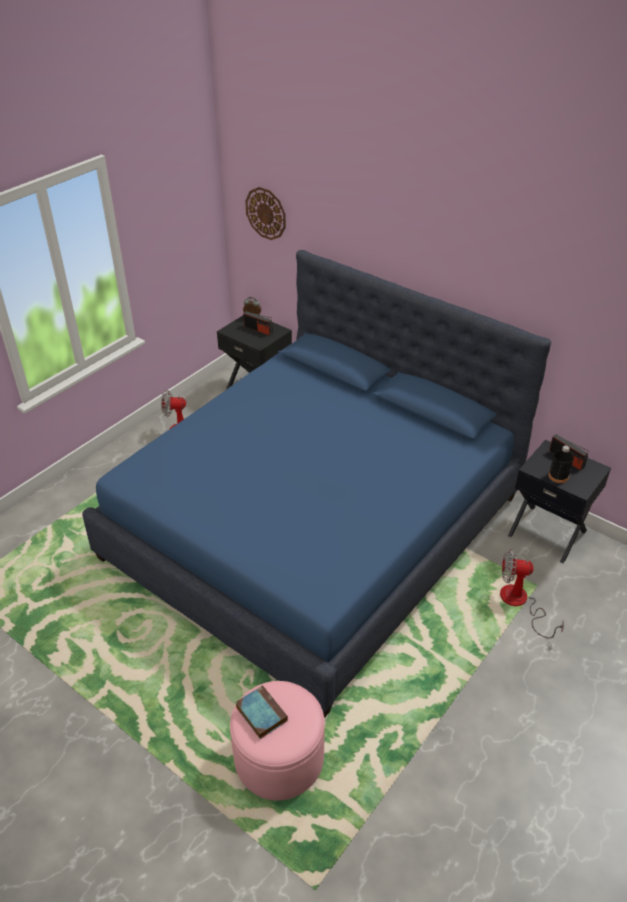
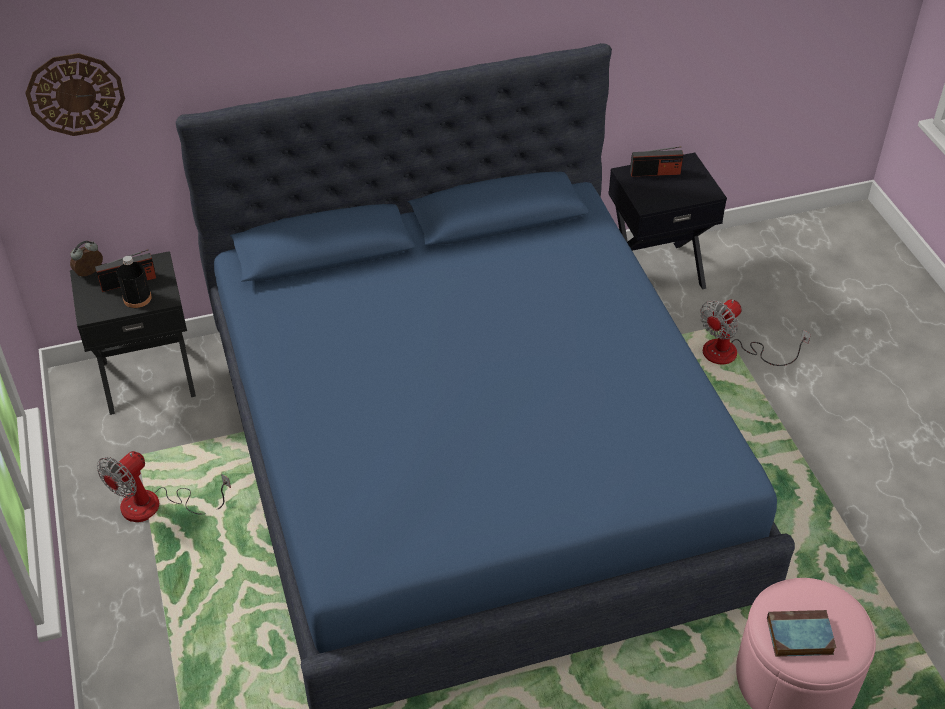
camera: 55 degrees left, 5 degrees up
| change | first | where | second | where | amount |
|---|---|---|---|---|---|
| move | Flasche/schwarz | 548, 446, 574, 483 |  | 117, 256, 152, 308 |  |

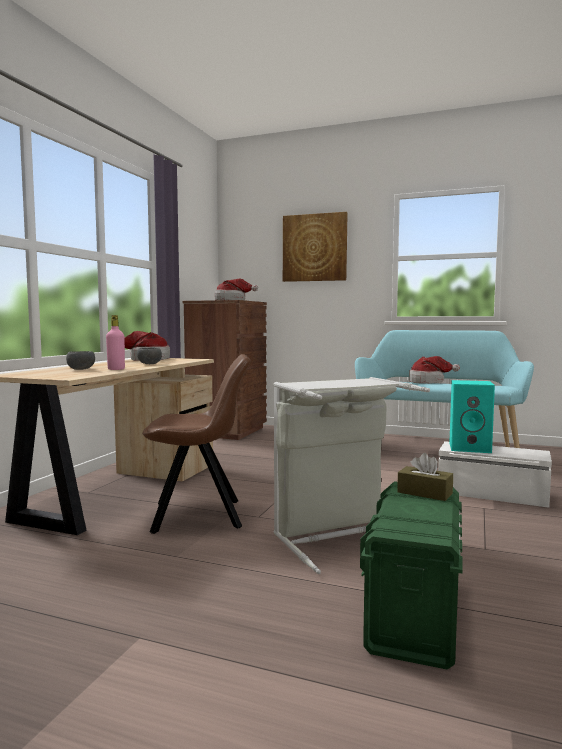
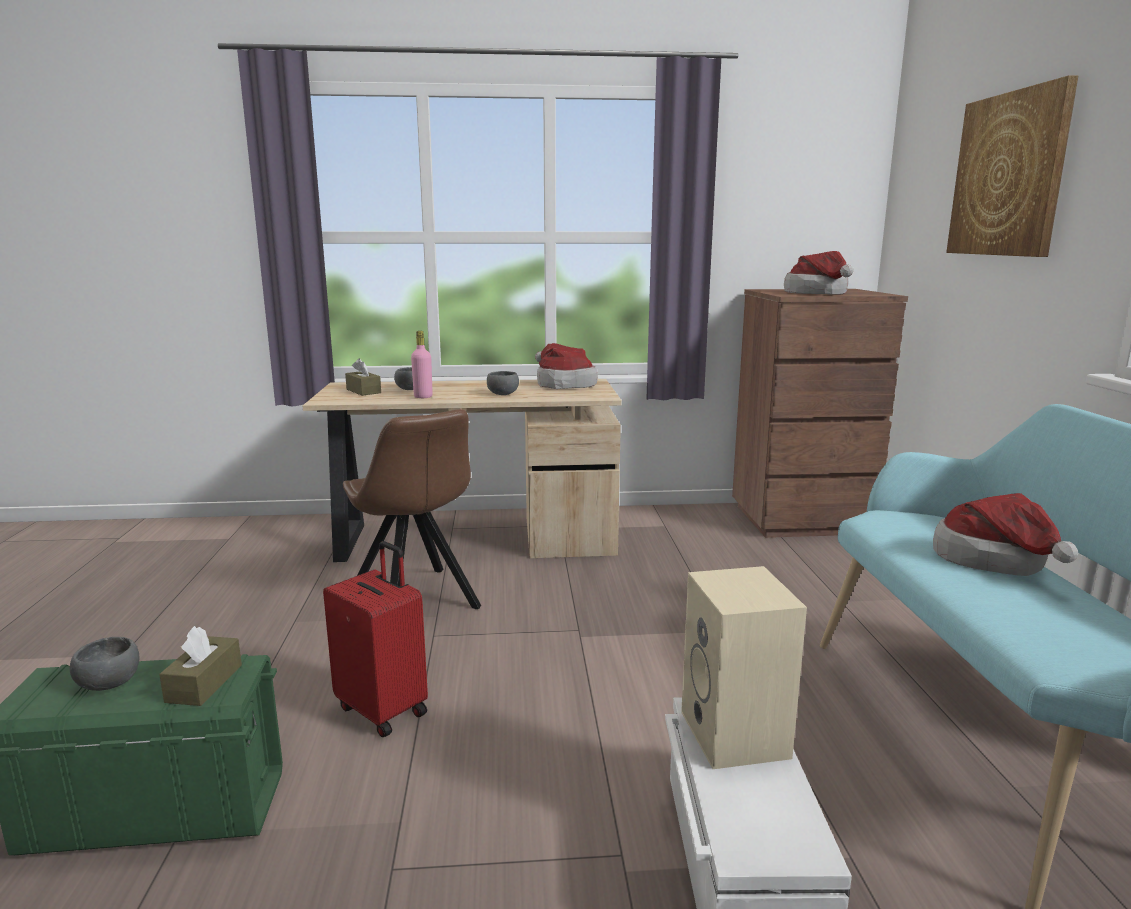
camera: 65 degrees right, 10 degrees up
| change | first | where | second | where | amount |
|---|---|---|---|---|---|
| replace | Wäschekorb/grau | 273, 377, 430, 574 | Koffer/rot | 323, 541, 428, 737 |  |
| recolor | Lautsprecher/türkis | 449, 380, 495, 453 | Lautsprecher/beige | 681, 566, 807, 769 |  |
| insert |  |  | Taschentuchbox/braun | 345, 358, 381, 396 |  |
| insert |  |  | Schüssel/grau | 70, 637, 140, 691 |  |

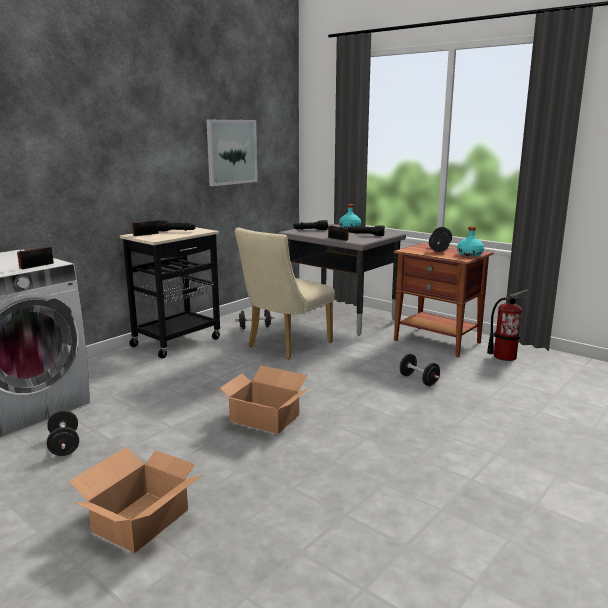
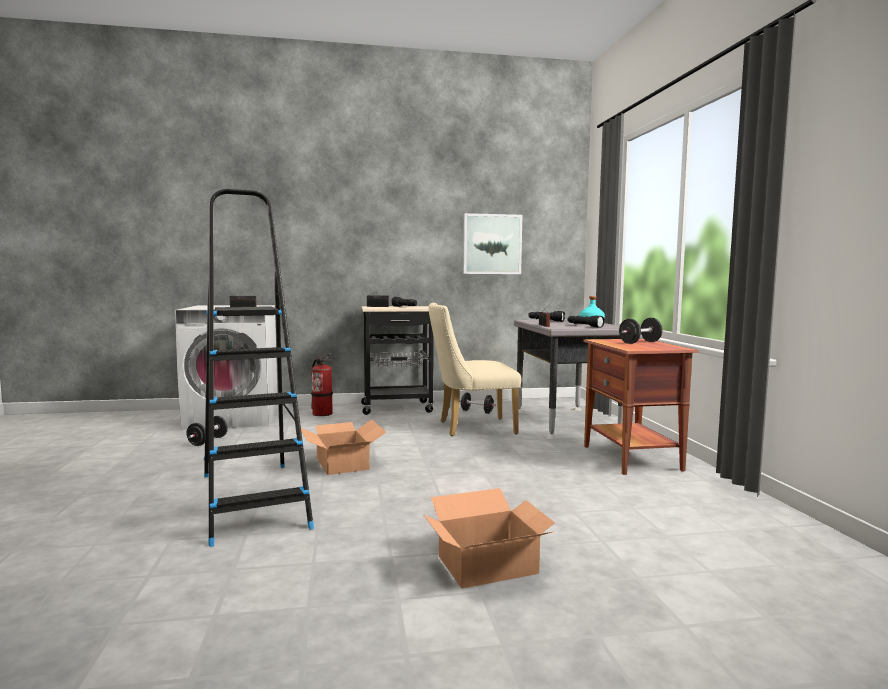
camera: 40 degrees right, 10 degrees down
| change | first | where | second | where | amount |
|---|---|---|---|---|---|
| delete | Flasche/türkis | 457, 226, 484, 257 |  |  |  |
| move | Feuerlöscher | 487, 289, 529, 361 |  | 311, 353, 333, 416 |  |
| delete | Hantel/schwarz | 399, 354, 440, 386 |  |  |  |
| move | Karton | 69, 447, 204, 553 |  | 424, 488, 555, 589 |  |
| insert |  |  | Trittleiter/schwarz | 204, 189, 314, 547 |  |

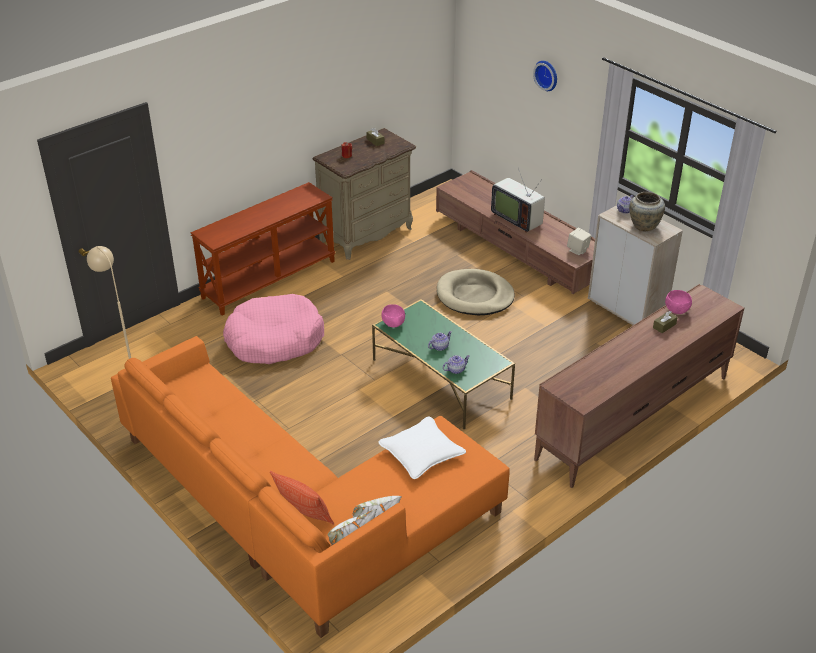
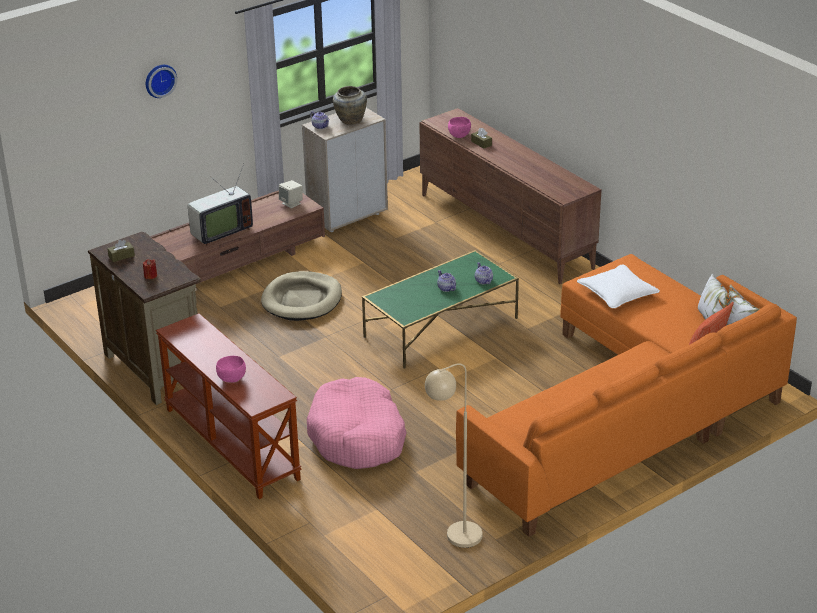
camera: 85 degrees left, 5 degrees down
| change | first | where | second | where | amount |
|---|---|---|---|---|---|
| move | Schüssel/rosa | 381, 304, 405, 328 |  | 216, 356, 246, 382 |  |

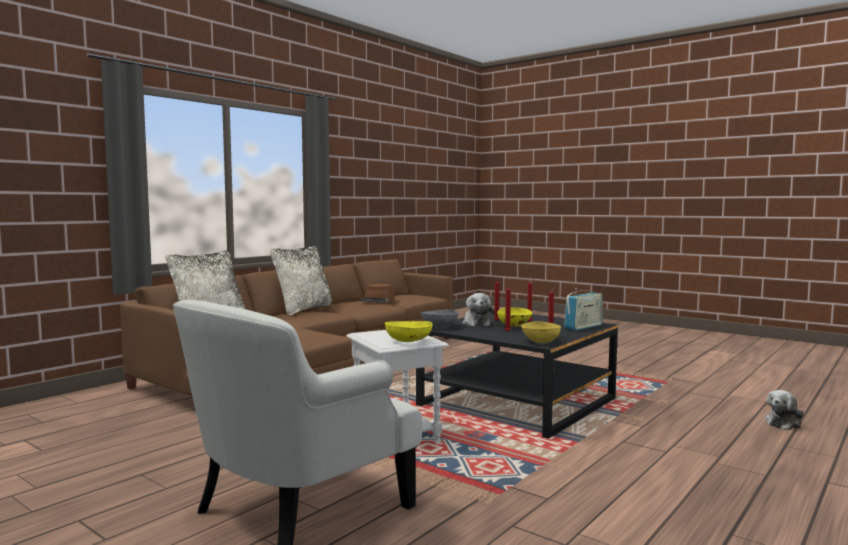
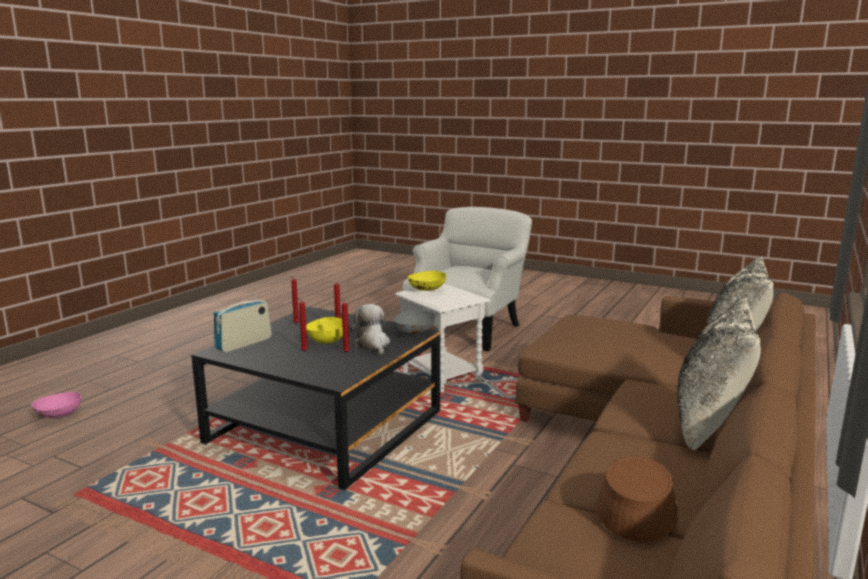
camera: 170 degrees right, 10 degrees up
| change | first | where | second | where | amount |
|---|---|---|---|---|---|
| delete | Schüssel/gelb | 521, 321, 561, 343 |  |  |  |
| replace | Plüschtier | 765, 390, 804, 430 | Schüssel/rosa | 31, 392, 81, 418 |  |

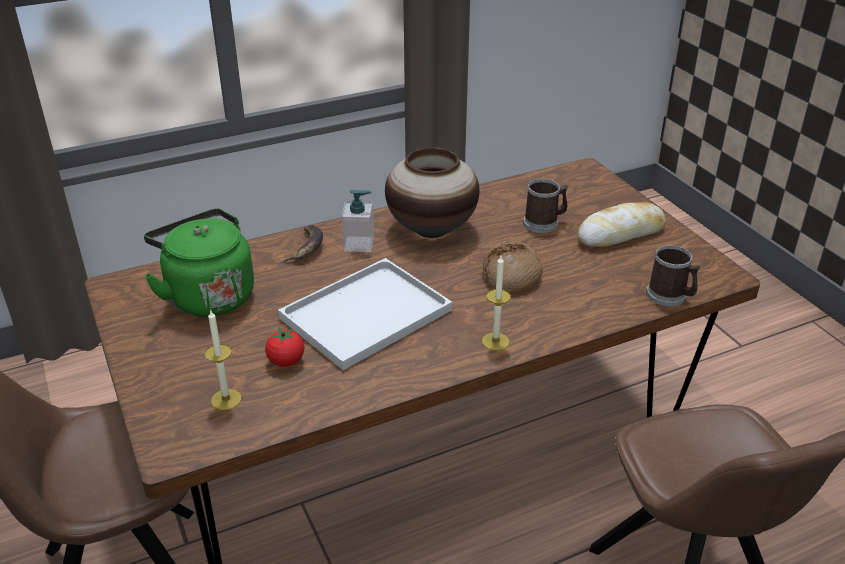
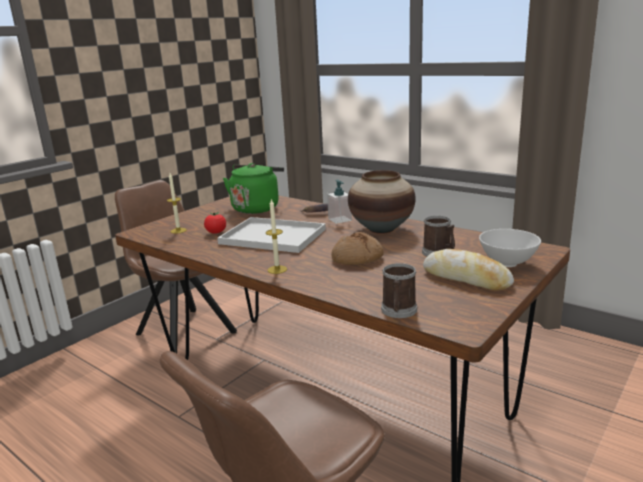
camera: 65 degrees right, 15 degrees down
| change | first | where | second | where | amount |
|---|---|---|---|---|---|
| insert |  |  | Schüssel/weiß | 479, 229, 541, 267 |  |

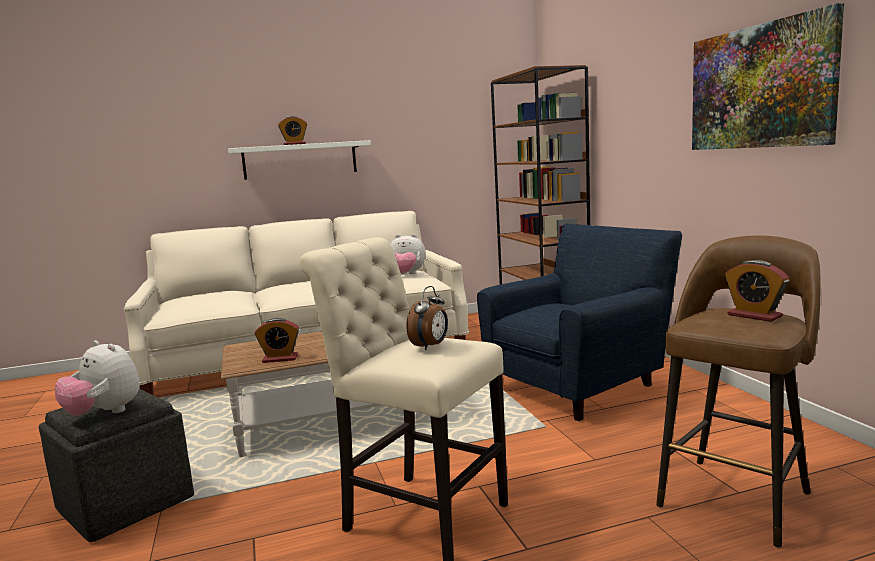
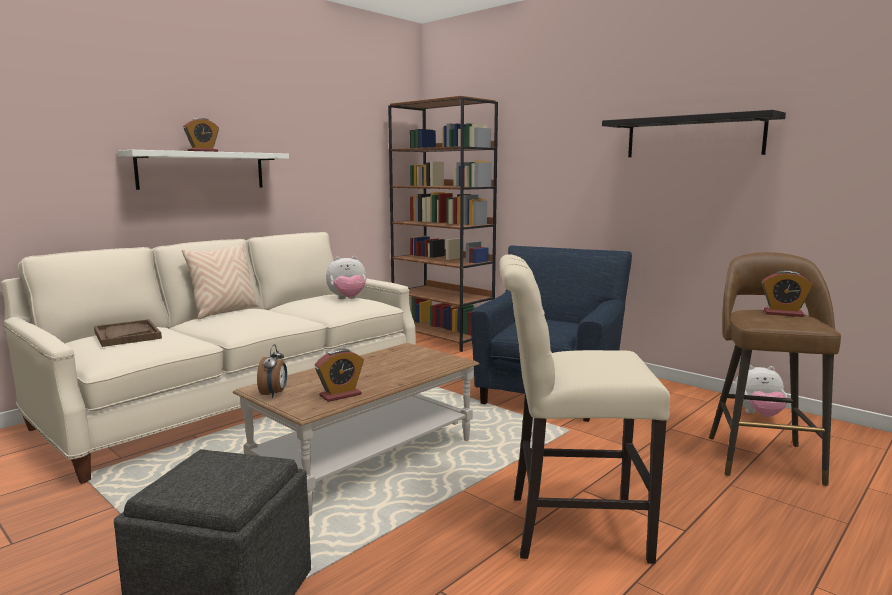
camera: 30 degrees left, 0 degrees up
| change | first | where | second | where | amount |
|---|---|---|---|---|---|
| replace | Bild | 692, 3, 844, 150 | Wandregal/schwarz | 602, 110, 786, 157 |  |
| move | Wecker | 407, 286, 448, 350 |  | 257, 344, 287, 398 |  |
| move | Plüschtier | 55, 340, 140, 416 |  | 734, 365, 787, 417 |  |
| insert |  |  | Kissen/beige | 182, 245, 260, 319 |  |
| insert |  |  | Tablett/braun | 94, 319, 162, 347 |  |

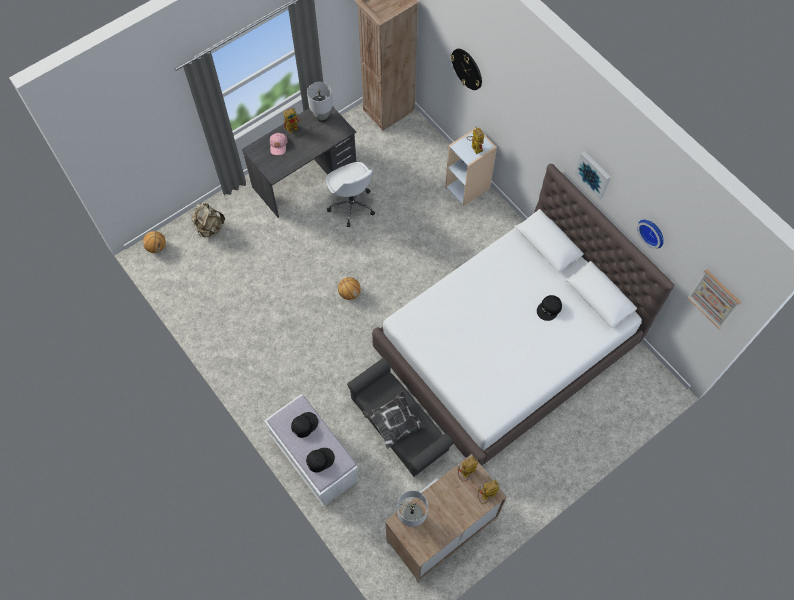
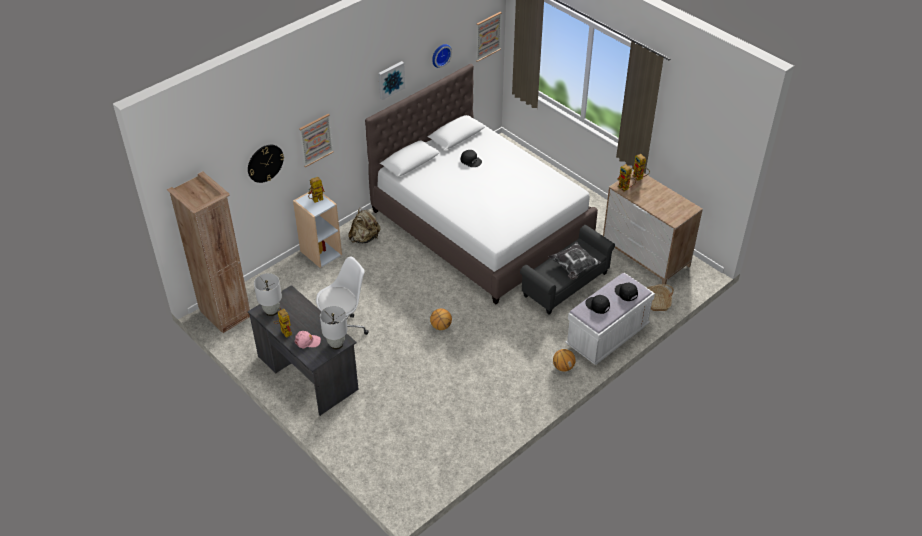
camera: 95 degrees left, 20 degrees down
| change | first | where | second | where | amount |
|---|---|---|---|---|---|
| move | Rucksack/beige | 191, 203, 225, 237 |  | 348, 208, 381, 244 |  |
| move | Basketball | 143, 231, 166, 253 |  | 553, 349, 576, 372 |  |
| move | Tischlampe/weiß | 397, 490, 428, 527 |  | 320, 306, 348, 349 |  |
| insert |  |  | Bild | 299, 114, 334, 167 |  |
| insert |  |  | Korb | 647, 284, 674, 311 |  |

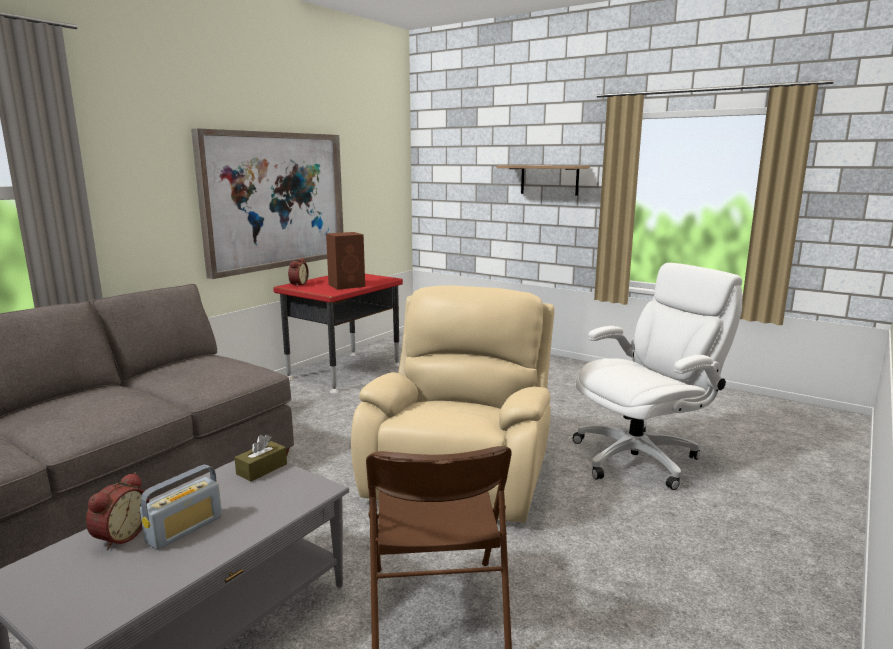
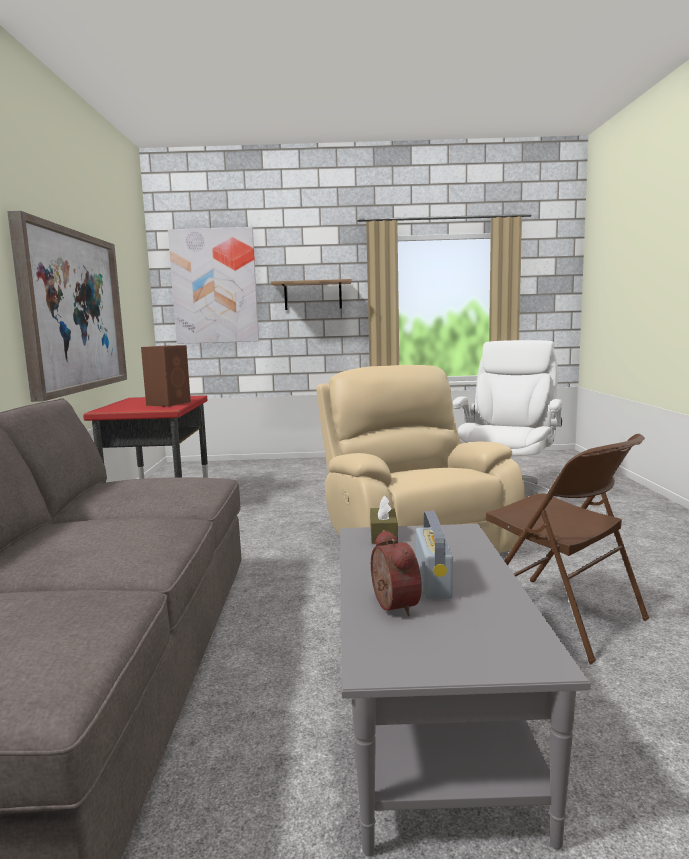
camera: 35 degrees left, 5 degrees down
| change | first | where | second | where | amount |
|---|---|---|---|---|---|
| delete | Wecker | 288, 258, 309, 287 |  |  |  |
| insert |  |  | Bild | 168, 227, 259, 344 |  |

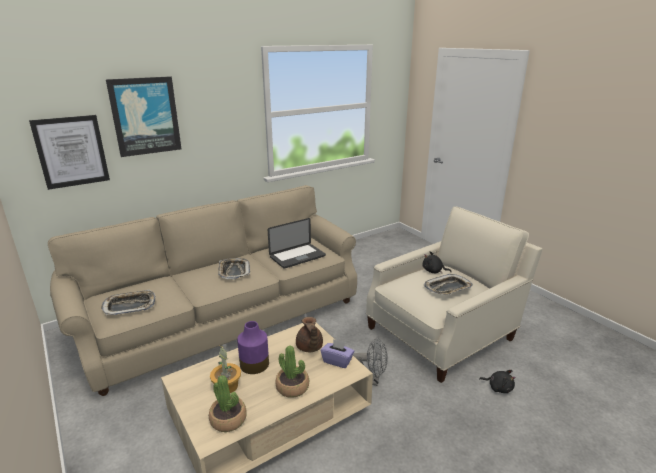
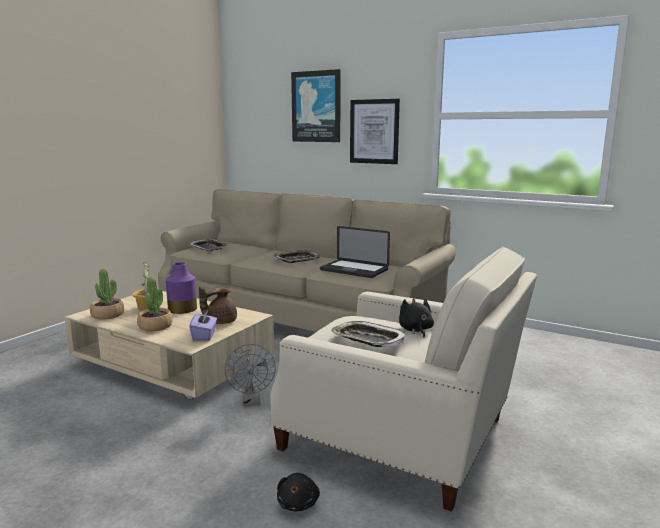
camera: 65 degrees right, 10 degrees down
| change | first | where | second | where | amount |
|---|---|---|---|---|---|
| move | Bild | 29, 115, 110, 190 |  | 350, 99, 400, 164 |  |

